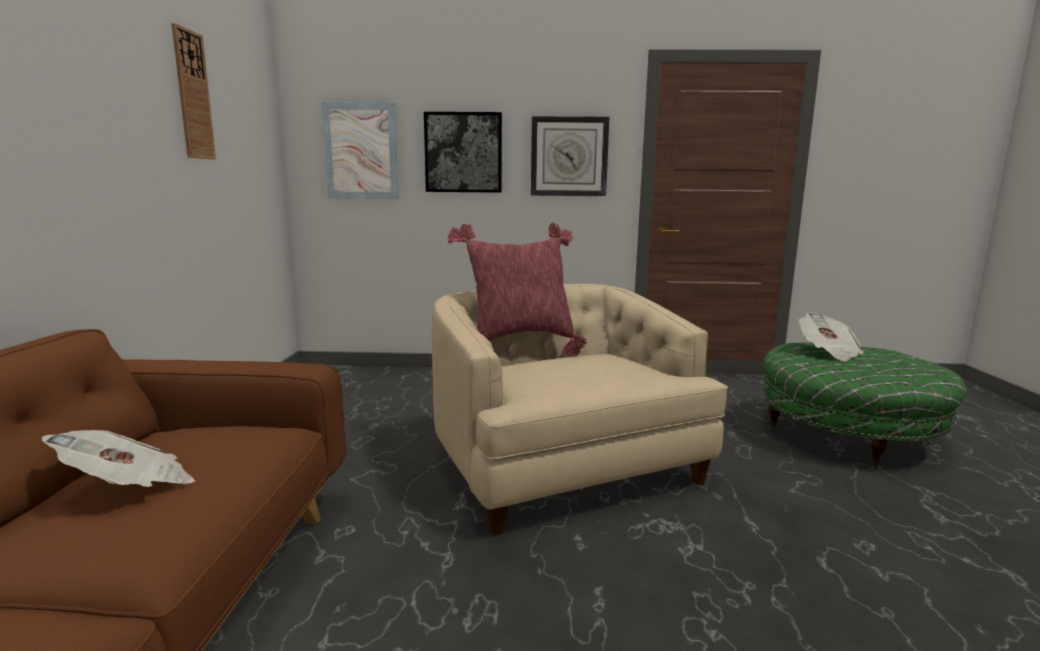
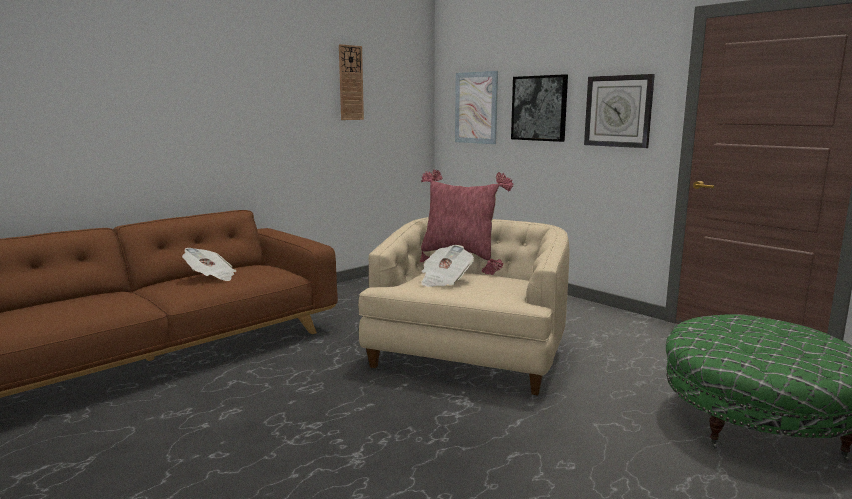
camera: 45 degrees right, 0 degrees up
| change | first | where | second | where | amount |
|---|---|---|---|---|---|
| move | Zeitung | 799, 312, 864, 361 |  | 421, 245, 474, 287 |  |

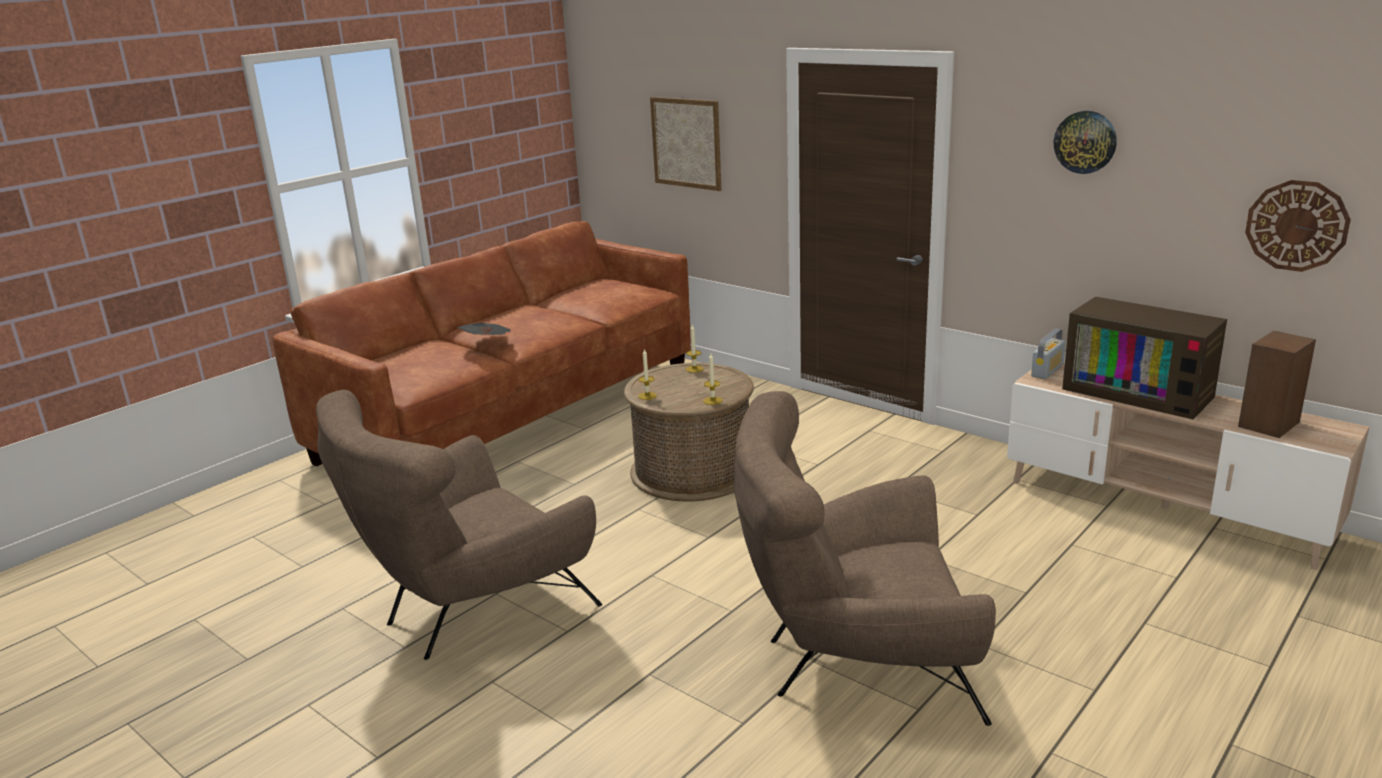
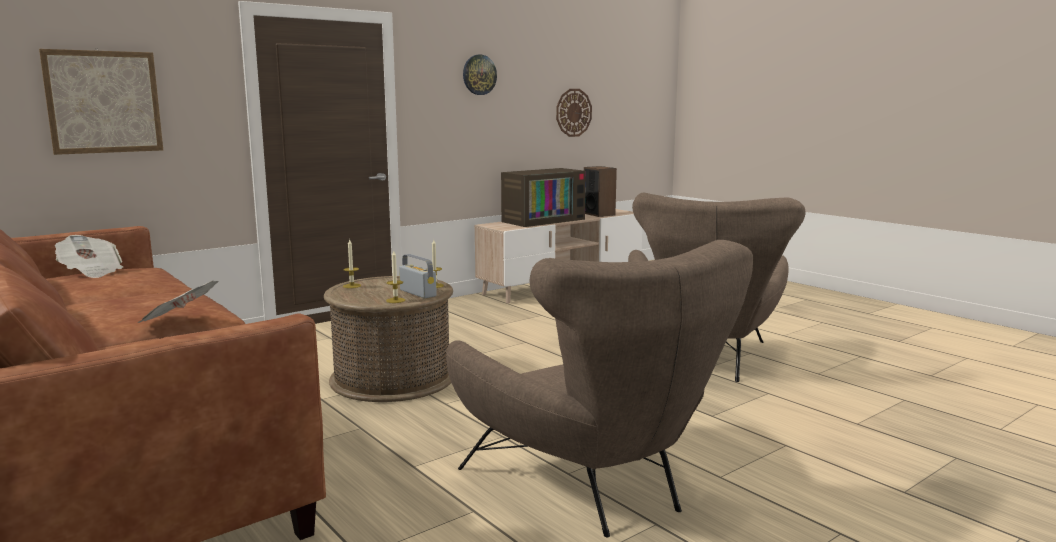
camera: 80 degrees left, 10 degrees down
| change | first | where | second | where | amount |
|---|---|---|---|---|---|
| move | Radio | 1031, 329, 1066, 379 |  | 399, 254, 437, 298 |  |
| insert |  |  | Zeitung | 55, 235, 123, 278 |  |

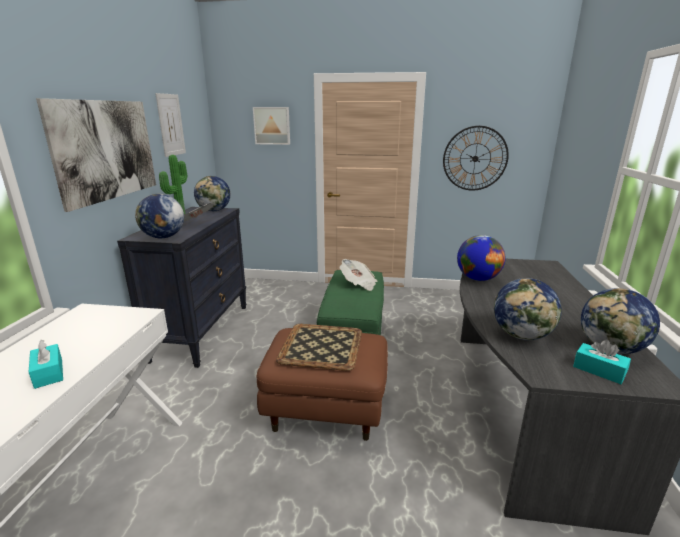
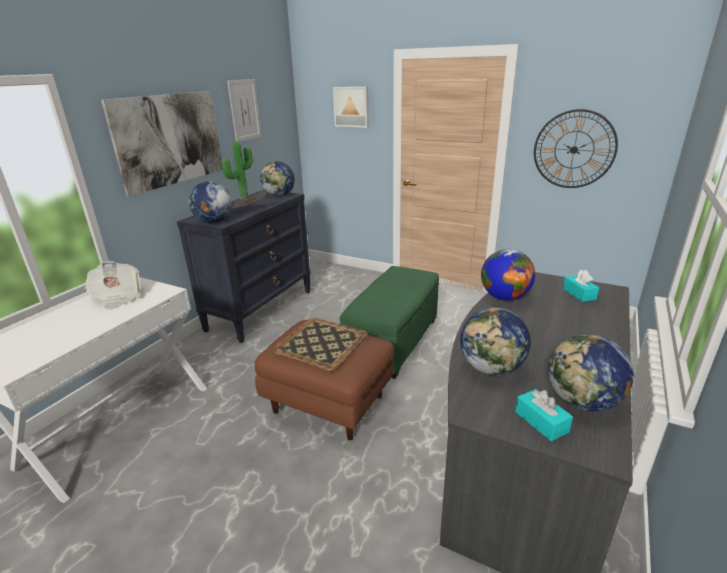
camera: 20 degrees right, 5 degrees up
| change | first | where | second | where | amount |
|---|---|---|---|---|---|
| move | Zeitung | 340, 259, 378, 291 |  | 85, 261, 141, 310 |  |
| move | Taschentuchbox/türkis | 29, 340, 63, 389 |  | 563, 270, 599, 302 |  |

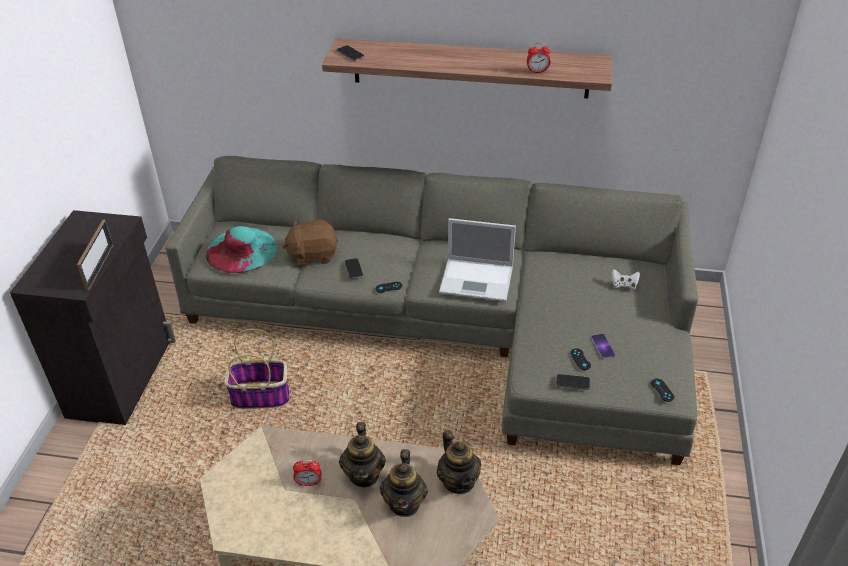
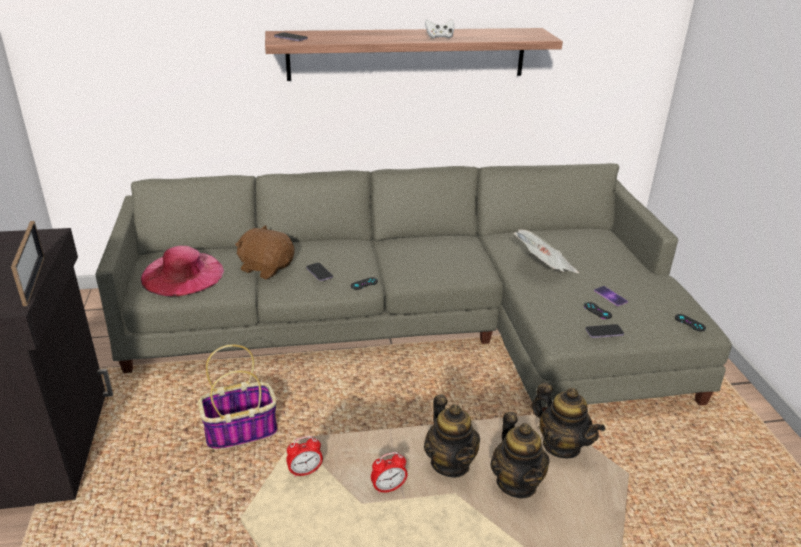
camera: 20 degrees left, 10 degrees down
| change | first | where | second | where | amount |
|---|---|---|---|---|---|
| move | Wecker | 527, 42, 551, 73 |  | 286, 436, 323, 478 |  |
| delete | Laptop | 439, 218, 516, 302 |  |  |  |
| rotate | Plüschtier/braun | 282, 220, 338, 267 |  | 235, 225, 294, 280 | 60 degrees clockwise |
| recolor | Hut/türkis | 206, 226, 277, 273 | Hut/rosa | 141, 246, 224, 296 |  |
| move | Gamepad/weiß | 612, 269, 640, 290 |  | 425, 19, 454, 38 |  |
| insert |  |  | Zeitung | 514, 230, 579, 273 |  |

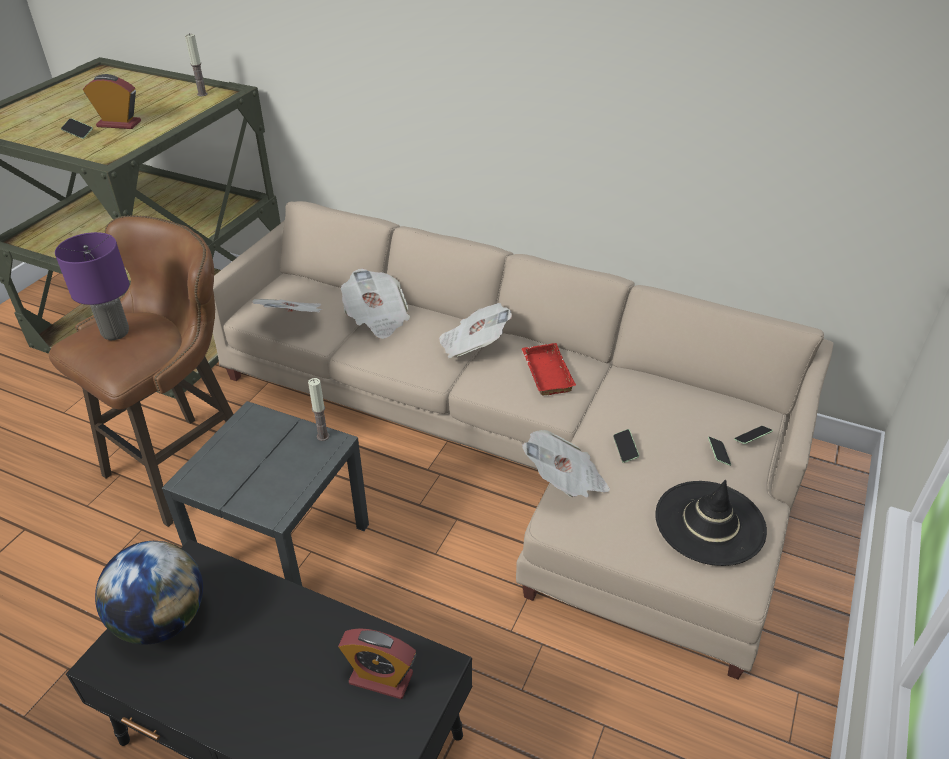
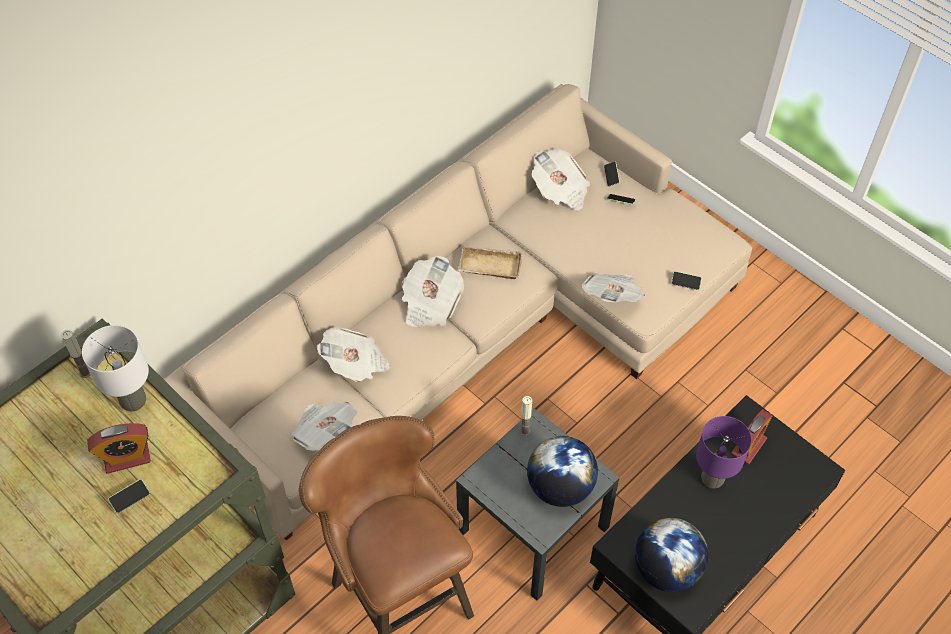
camera: 70 degrees left, 15 degrees up
| change | first | where | second | where | amount |
|---|---|---|---|---|---|
| rotate | Wecker | 83, 74, 141, 129 |  | 87, 423, 151, 474 | 135 degrees counterclockwise |
| move | Tischlampe/lila | 55, 232, 129, 340 |  | 696, 416, 752, 489 |  |
| recolor | Tablett/rot | 521, 343, 576, 395 | Tablett/beige | 458, 245, 523, 279 |  |
| move | Handy | 613, 429, 639, 463 |  | 672, 271, 702, 290 |  |
| delete | Hut/schwarz | 655, 480, 767, 566 |  |  |  |
| insert |  |  | Zeitung | 531, 149, 590, 211 |  |
| insert |  |  | Tischlampe/weiß | 82, 325, 149, 411 |  |
| insert |  |  | Globus | 527, 436, 598, 507 |  |

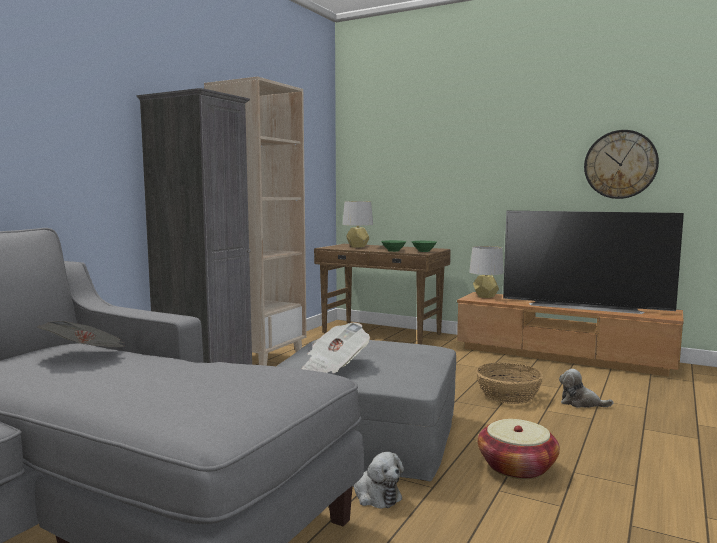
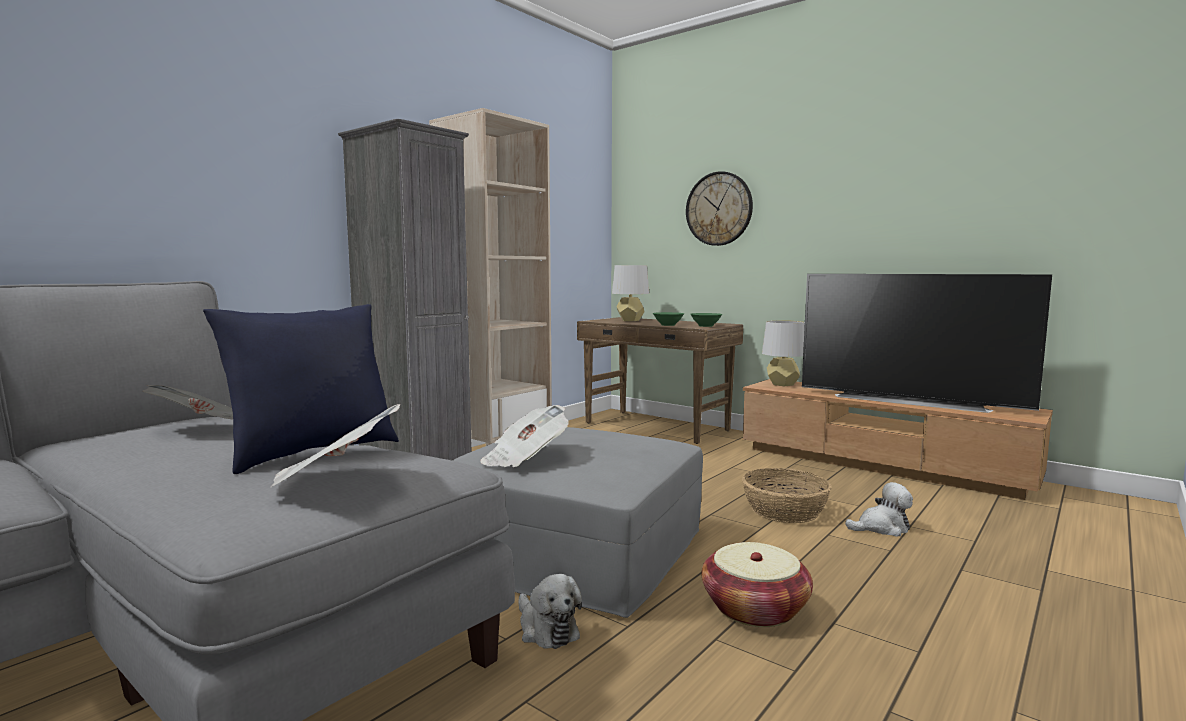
camera: 10 degrees right, 0 degrees up
| change | first | where | second | where | amount |
|---|---|---|---|---|---|
| move | Wanduhr | 584, 130, 659, 199 |  | 686, 171, 753, 246 |  |
| rotate | Plüschtier | 559, 369, 613, 408 |  | 845, 482, 913, 537 | 135 degrees clockwise |
| insert |  |  | Kissen/blau | 203, 304, 399, 474 |  |
| insert |  |  | Zeitung | 270, 404, 400, 488 |  |

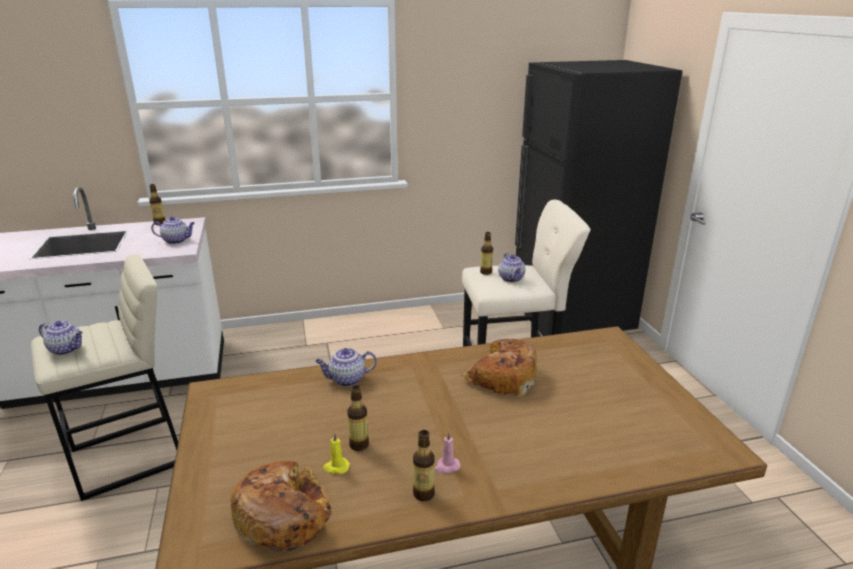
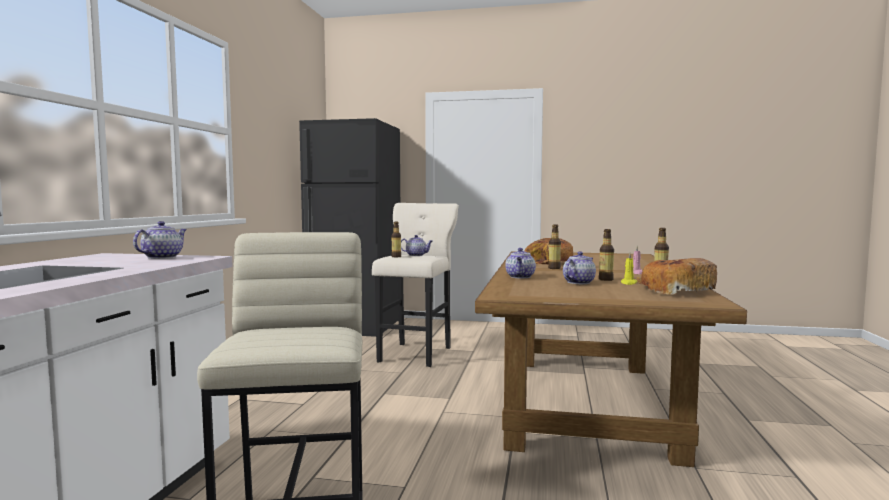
camera: 65 degrees left, 20 degrees down
| change | first | where | second | where | amount |
|---|---|---|---|---|---|
| move | Flasche | 149, 184, 165, 225 |  | 548, 225, 561, 269 |  |
| move | Teekanne | 39, 321, 83, 355 |  | 563, 251, 596, 284 |  |

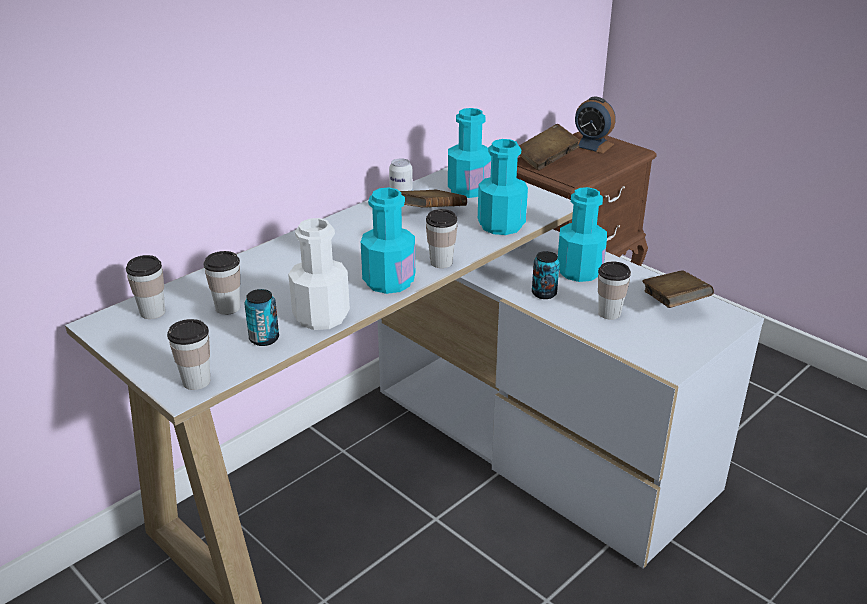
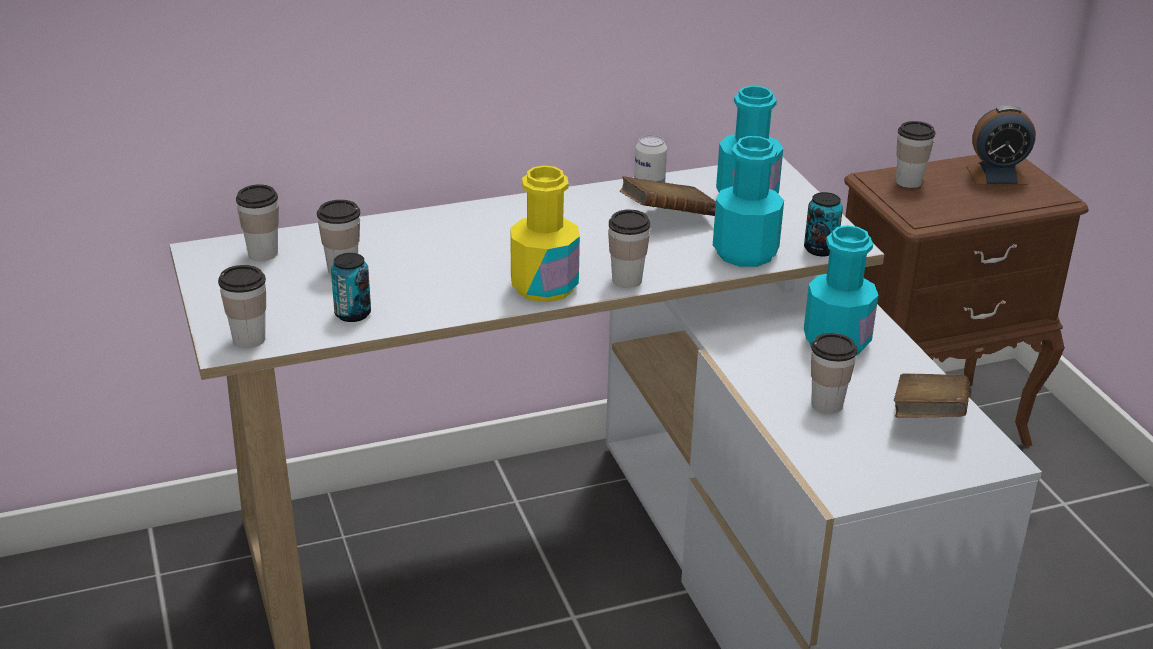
camera: 25 degrees right, 0 degrees up
| change | first | where | second | where | amount |
|---|---|---|---|---|---|
| rotate | Wecker | 575, 97, 616, 154 |  | 966, 105, 1036, 185 | 60 degrees counterclockwise |
| replace | Buch/braun | 519, 124, 580, 170 | Tasse | 896, 121, 936, 188 |  |
| recolor | Flasche/türkis | 361, 187, 415, 294 | Flasche/gelb | 510, 165, 580, 302 |  |
| delete | Flasche/weiß | 288, 218, 350, 330 |  |  |  |
| move | Dose | 532, 251, 560, 299 |  | 804, 192, 843, 256 |  |

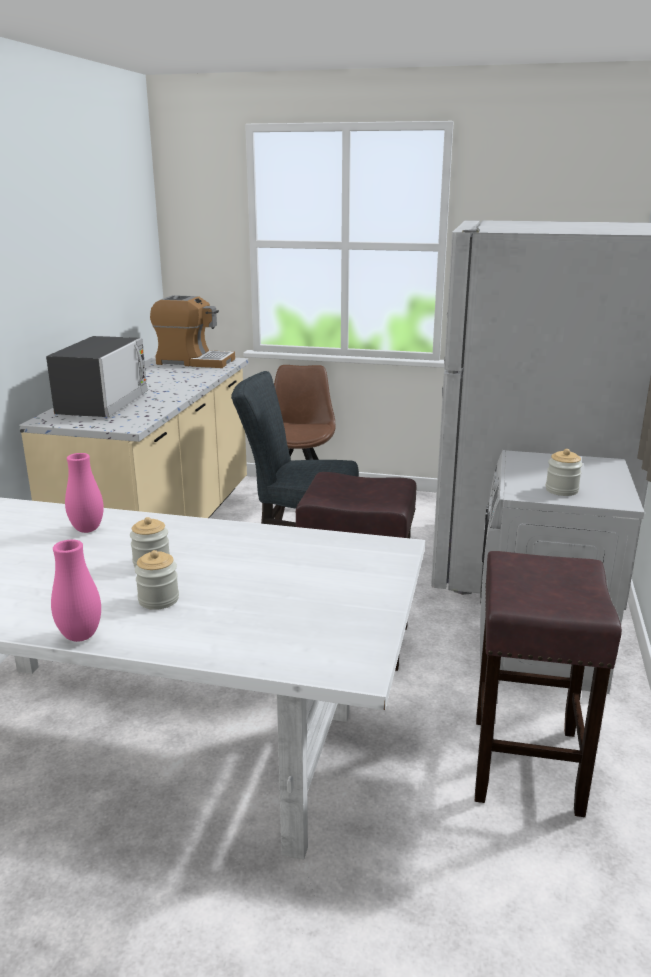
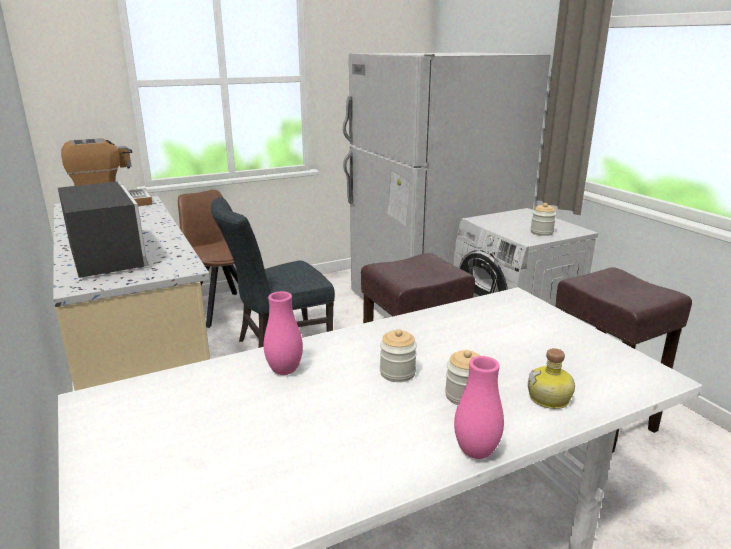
camera: 40 degrees left, 0 degrees up
| change | first | where | second | where | amount |
|---|---|---|---|---|---|
| insert |  |  | Flasche | 528, 348, 575, 409 |  |

